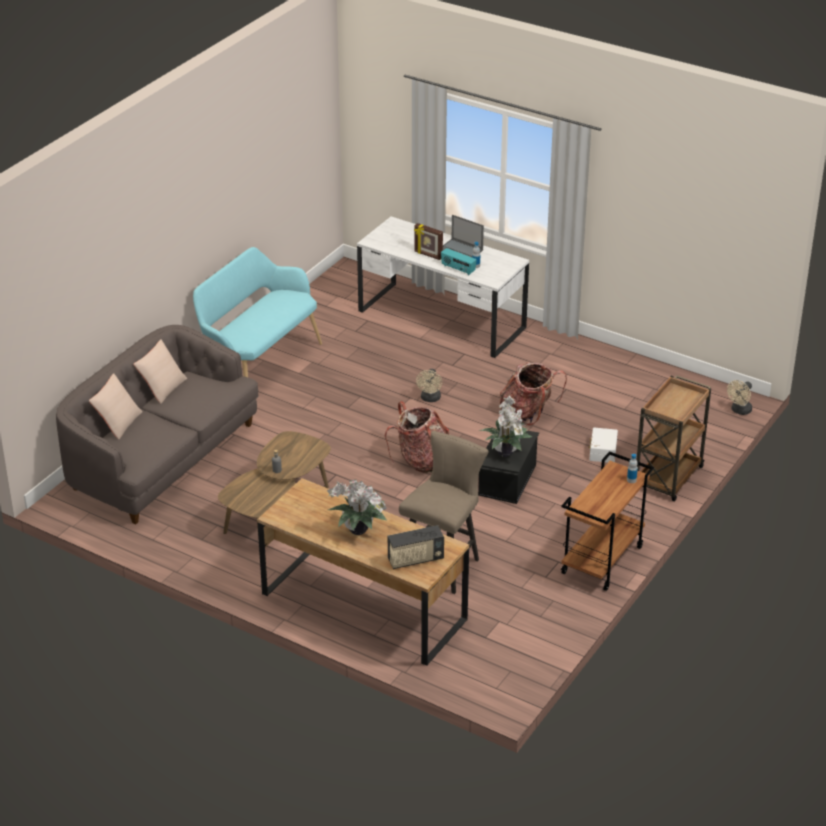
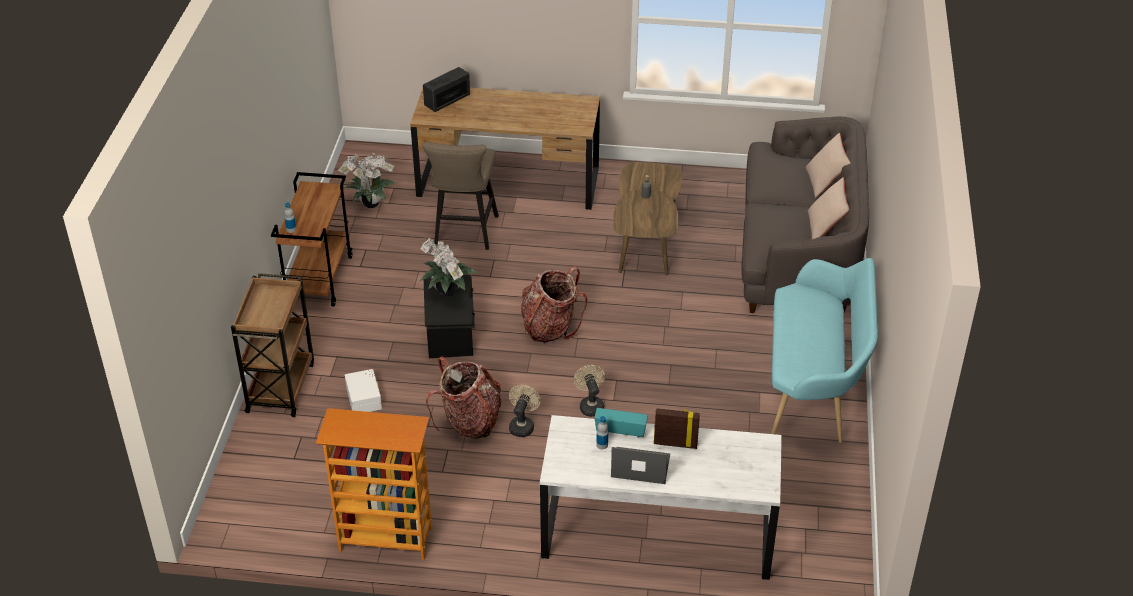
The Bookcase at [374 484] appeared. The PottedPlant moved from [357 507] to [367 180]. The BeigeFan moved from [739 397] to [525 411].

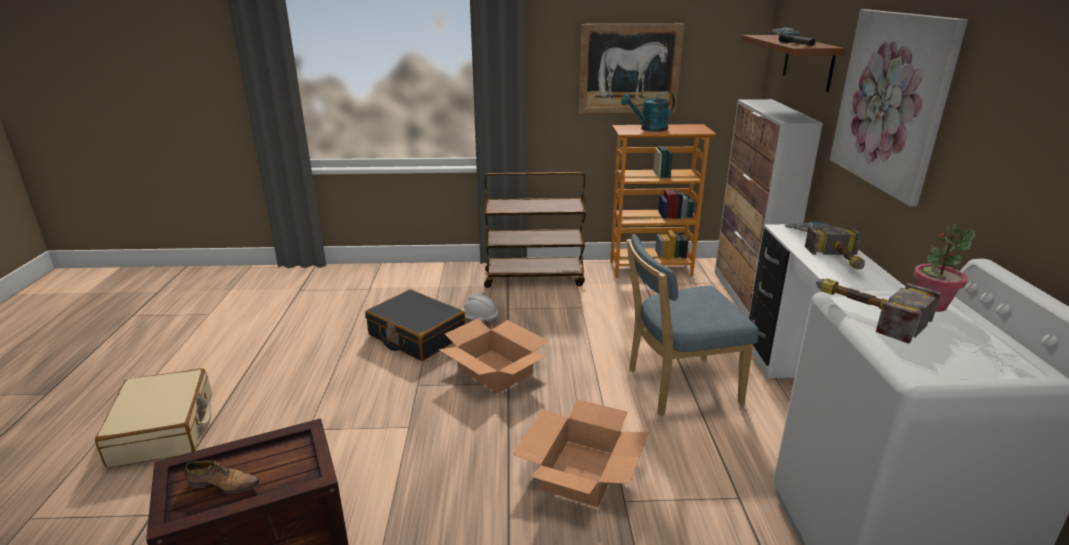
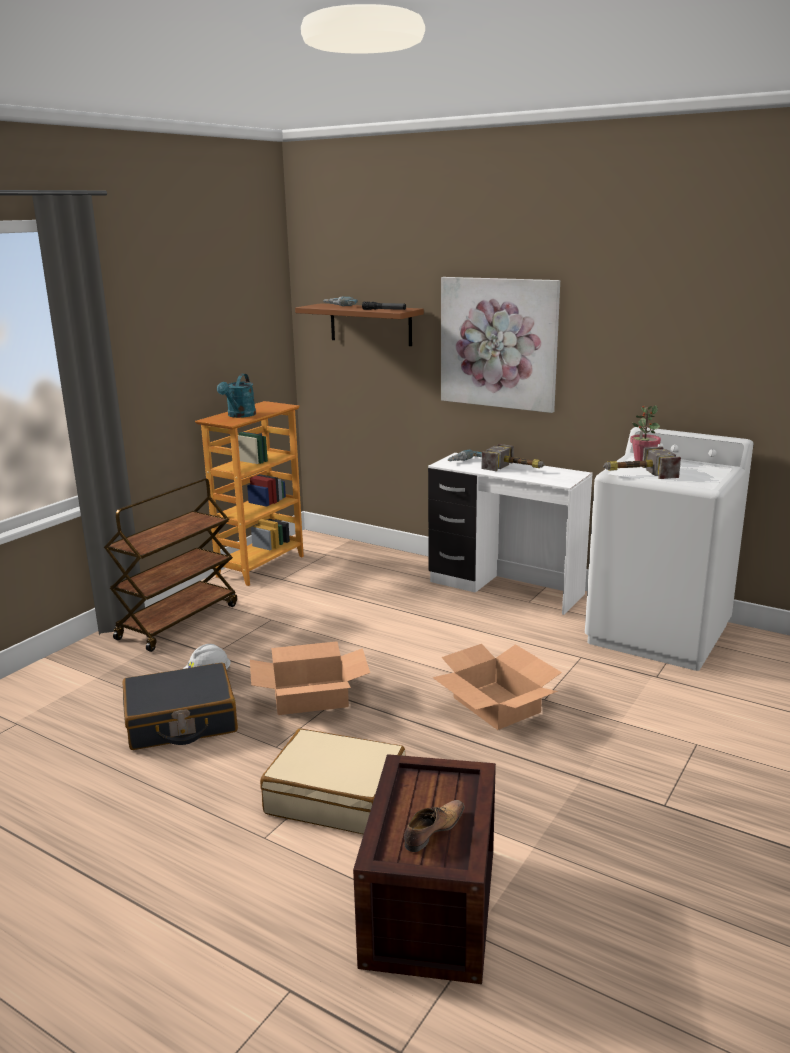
The Picture at [631 68] disappeared. The BlueChair at [692 325] disappeared. The Cabinet at [768 208] disappeared. The BeigeSuitcase moved from [153 418] to [333 781].

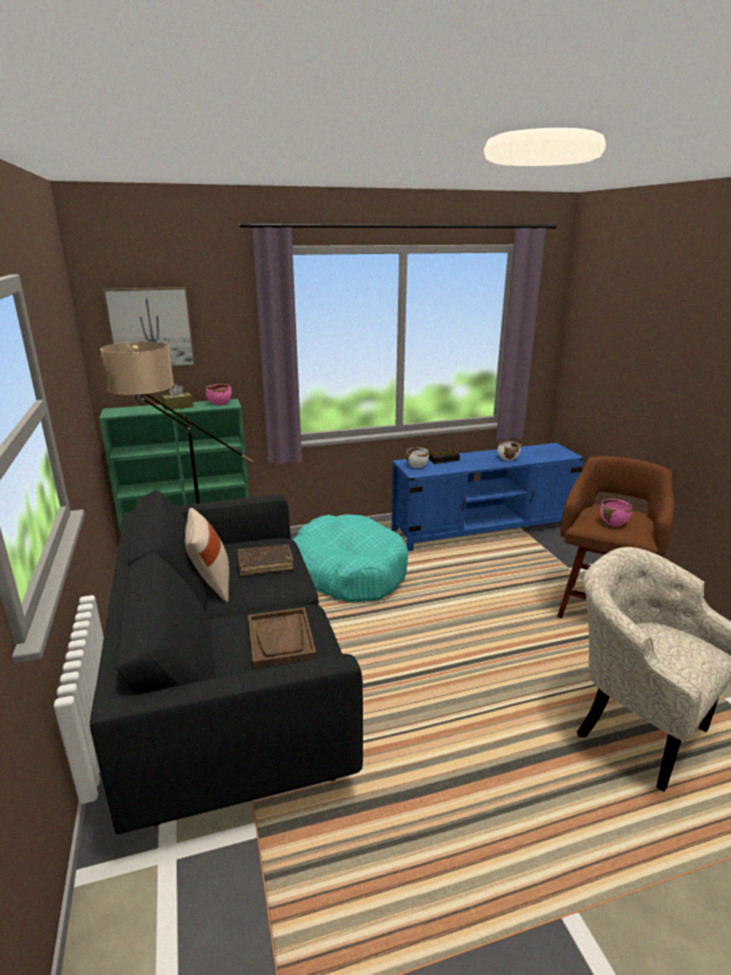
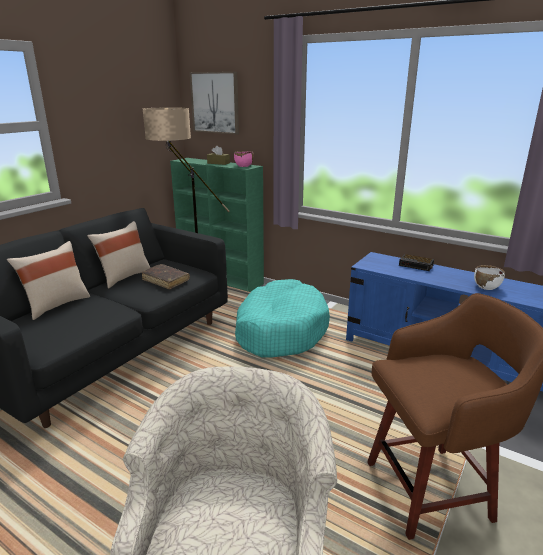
The BrownTray at [282 637] disappeared. The WhiteBowl at [417 457] disappeared. The PinkBowl at [616 512] disappeared. The BeigePillow at [48 280] appeared.

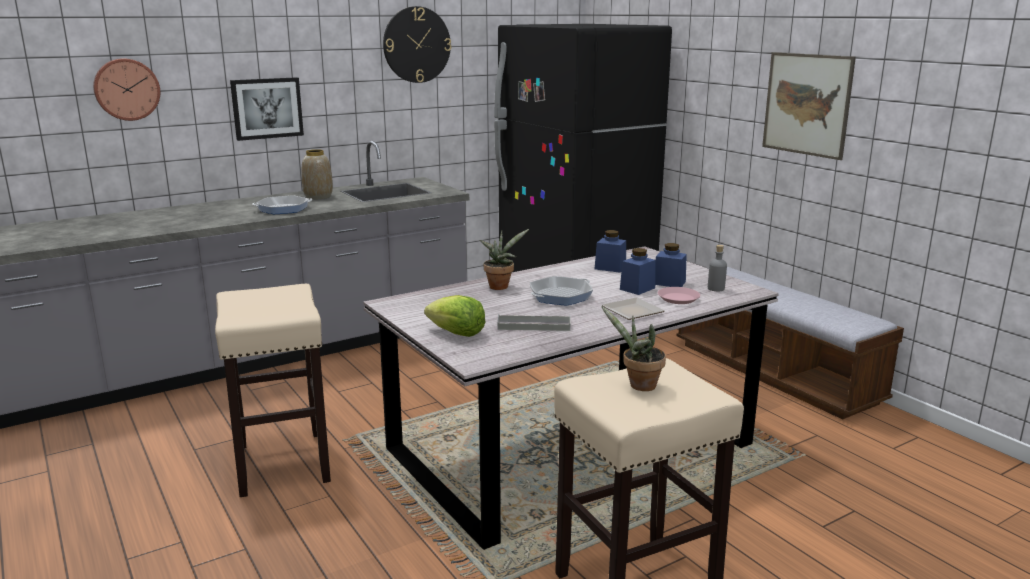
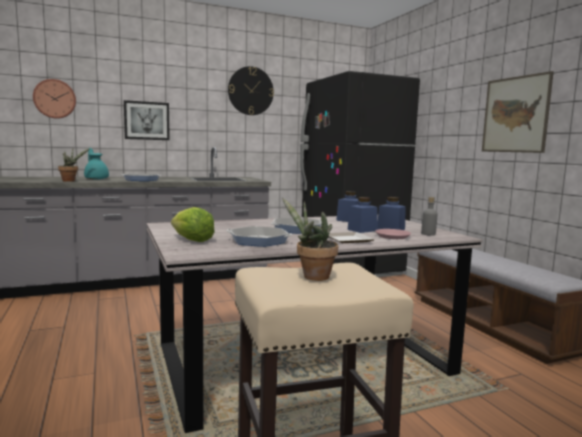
The BeigeStool at [273 390] disappeared. The Vase at [317 174] disappeared. The TurquoiseTeapot at [96 164] appeared. The PottedPlant moved from [504 259] to [74 165]. The GreyTray at [534 322] was replaced by the FryingPan at [259 236].

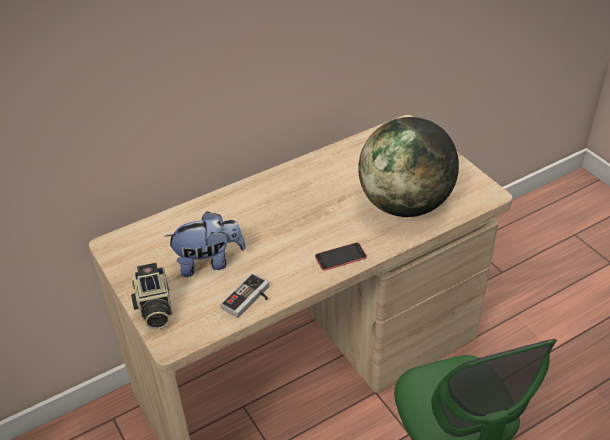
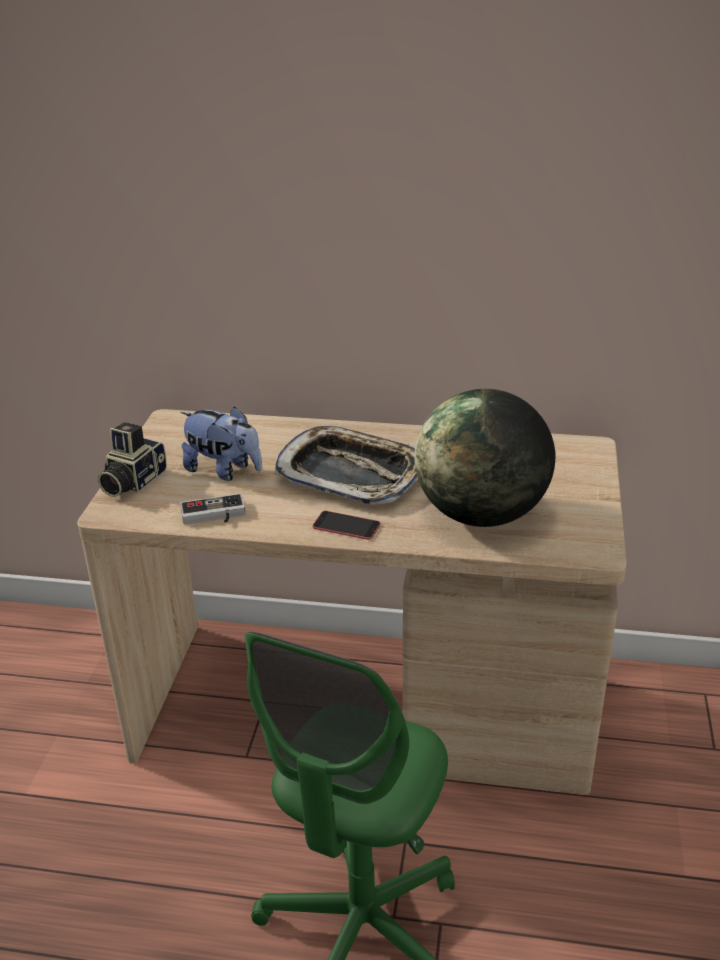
The Tray at [346 465] appeared.

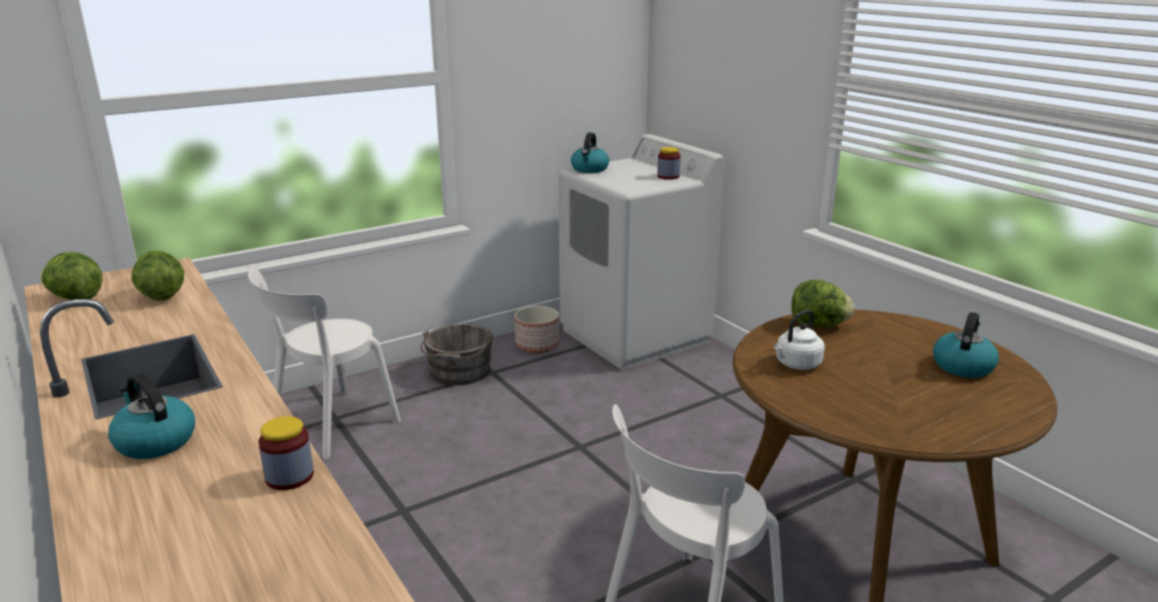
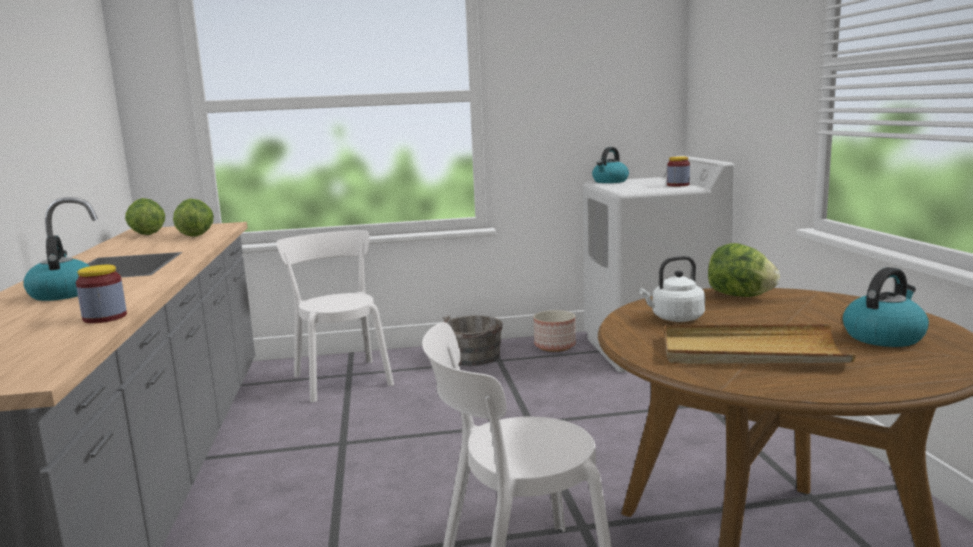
The BeigeTray at [760 344] appeared. The WhiteChair at [324 363] turned 90 degrees clockwise.

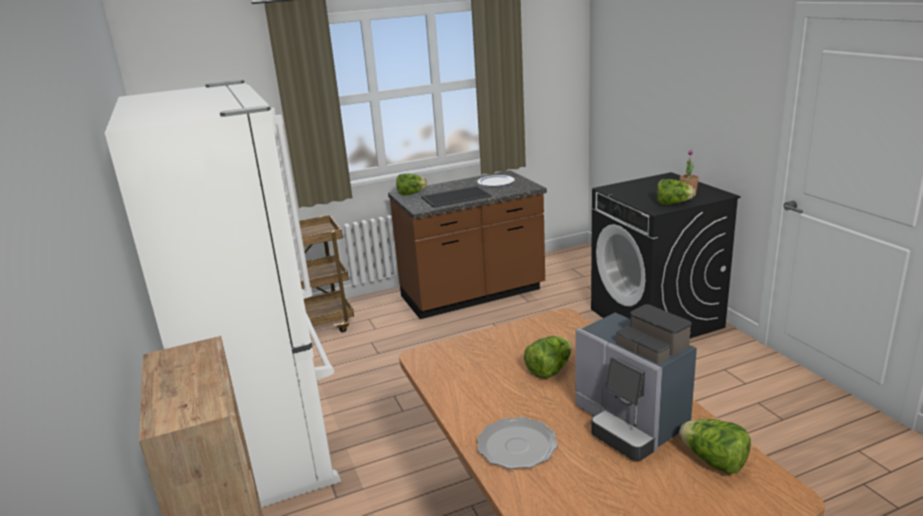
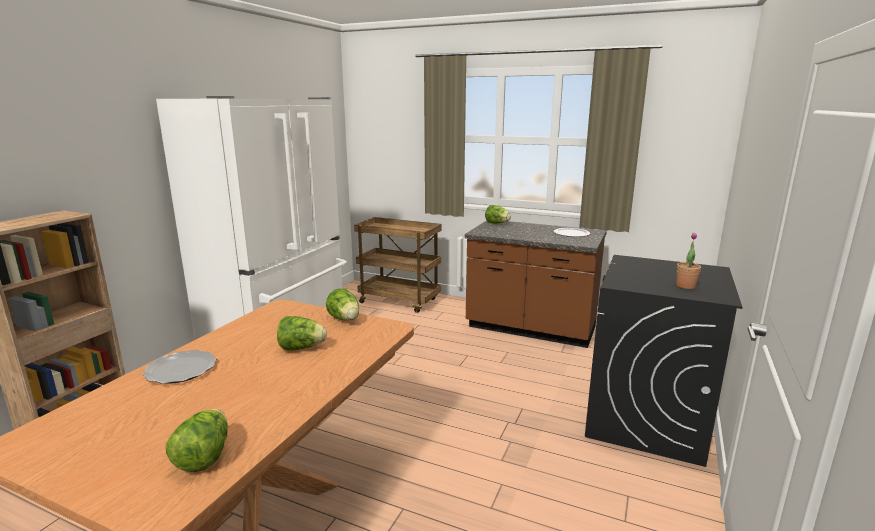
The Tray at [456 197] disappeared. The CoffeeMachine at [636 382] disappeared. The Lettuce moved from [676 192] to [342 304].

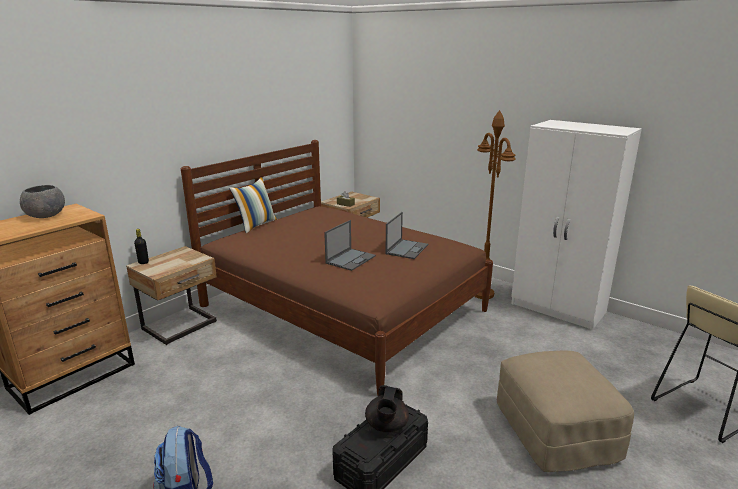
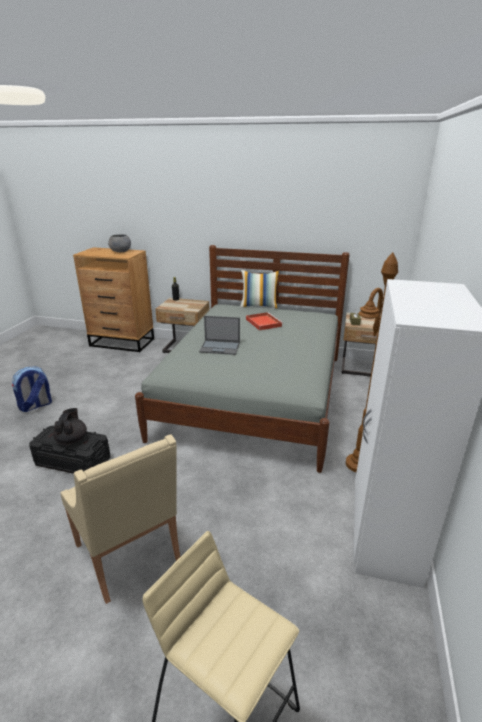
The Laptop at [406 235] disappeared. The RedTray at [264 321] appeared. The BeigeOttoman at [565 411] was replaced by the BeigeArmchair at [120 519]. The BrownBed at [337 268] became the GreyBed at [242 359]. The BlackTeapot at [387 408] turned 105 degrees clockwise.

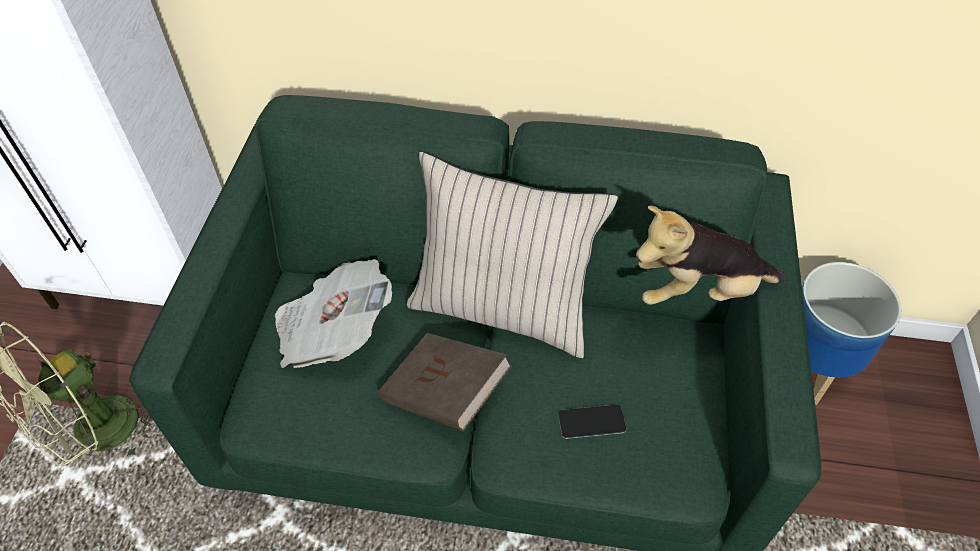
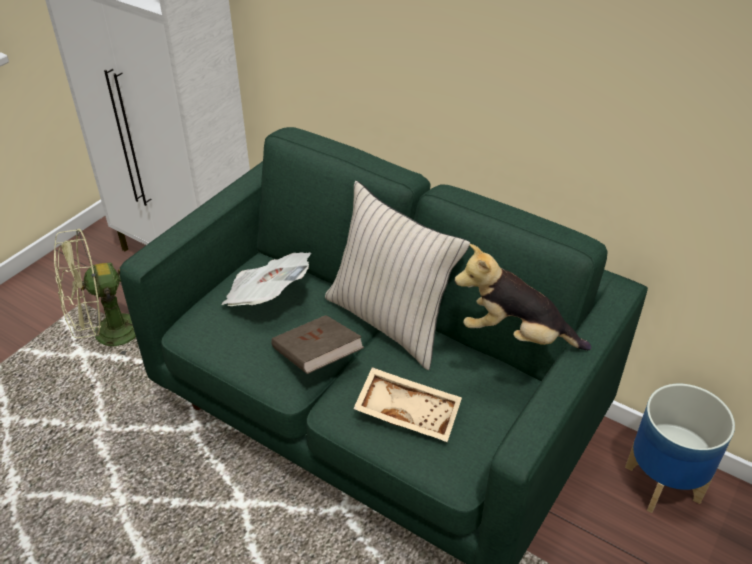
The Phone at [592 422] was replaced by the BeigeTray at [407 404].

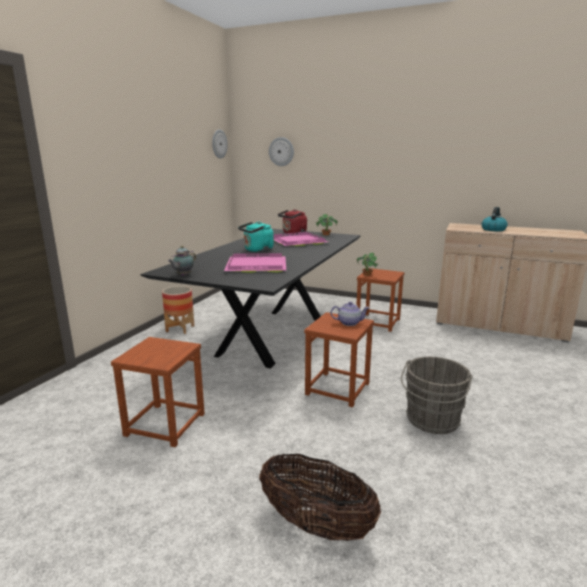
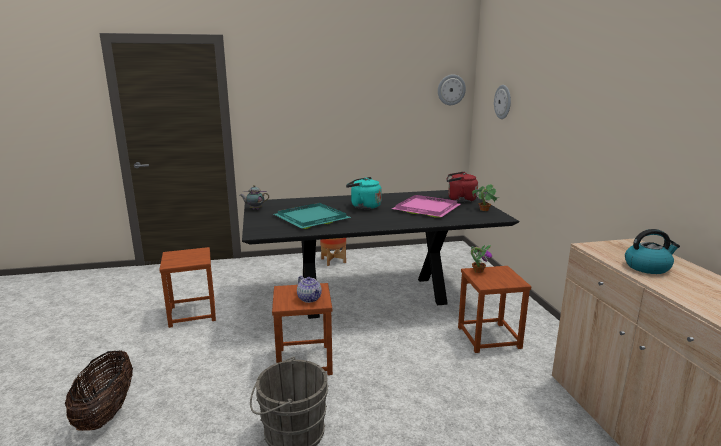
The PinkTray at [255 263] became the TurquoiseTray at [312 216].

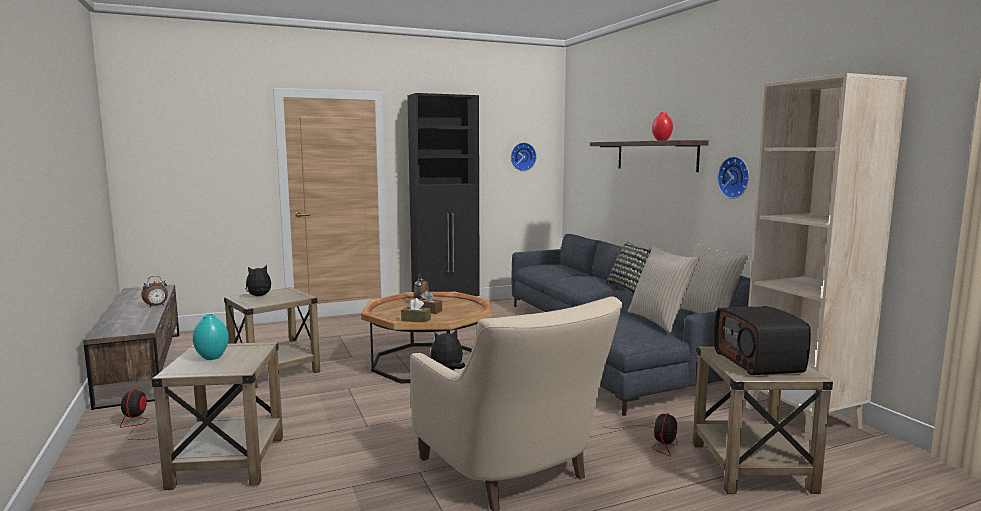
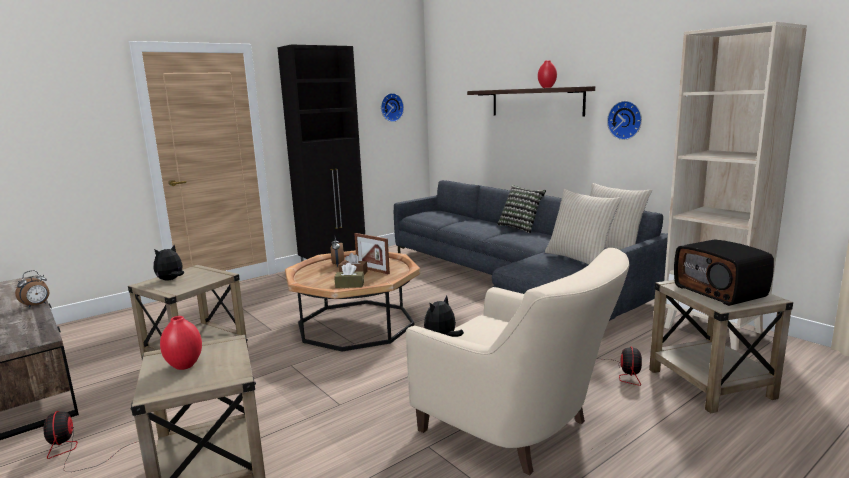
The PictureFrame at [372 253] appeared. The TurquoiseVase at [211 337] became the RedVase at [181 343].

